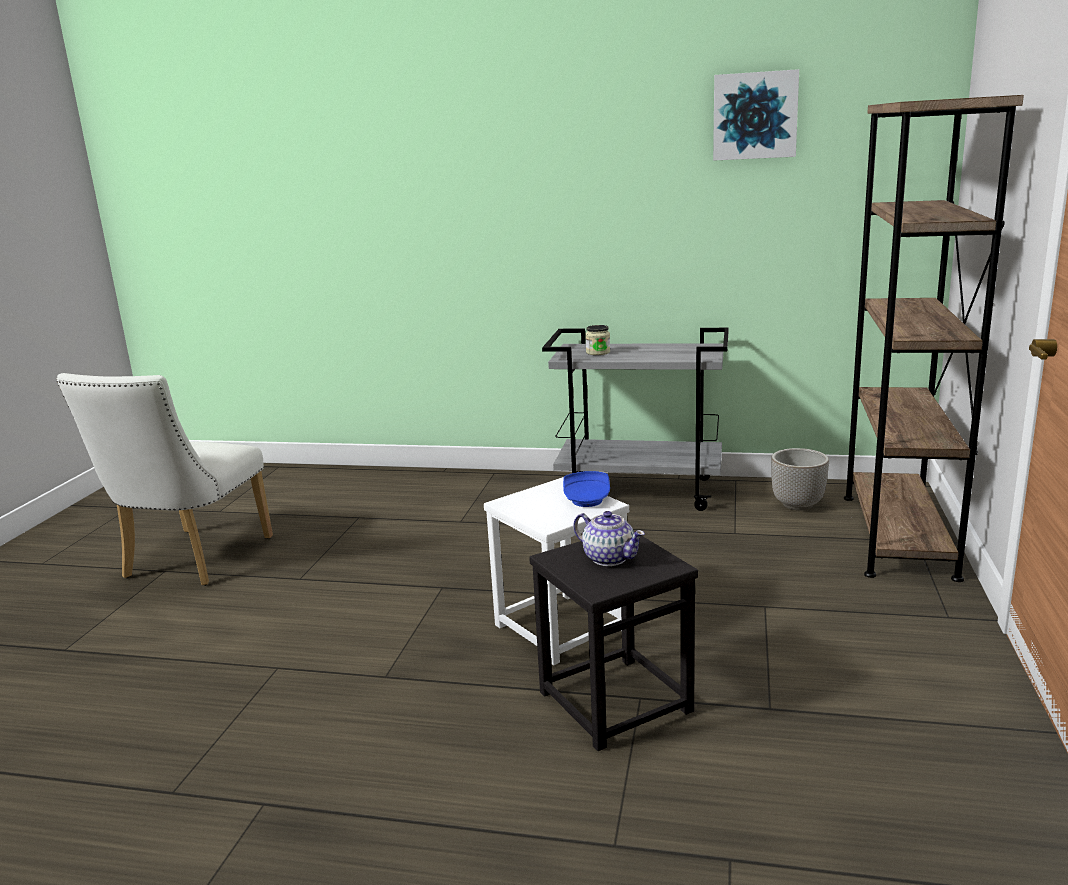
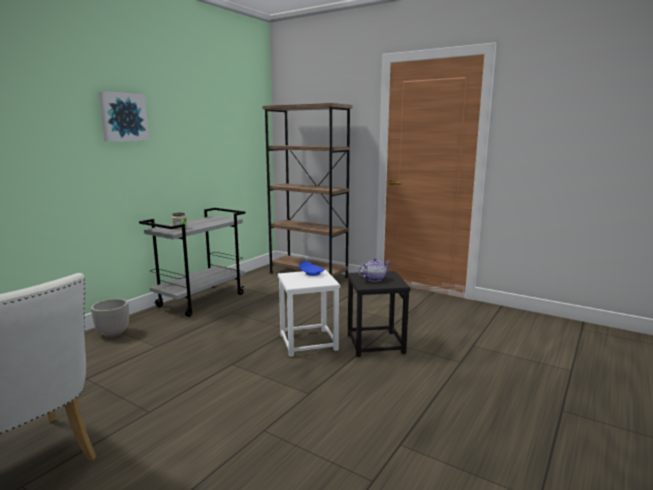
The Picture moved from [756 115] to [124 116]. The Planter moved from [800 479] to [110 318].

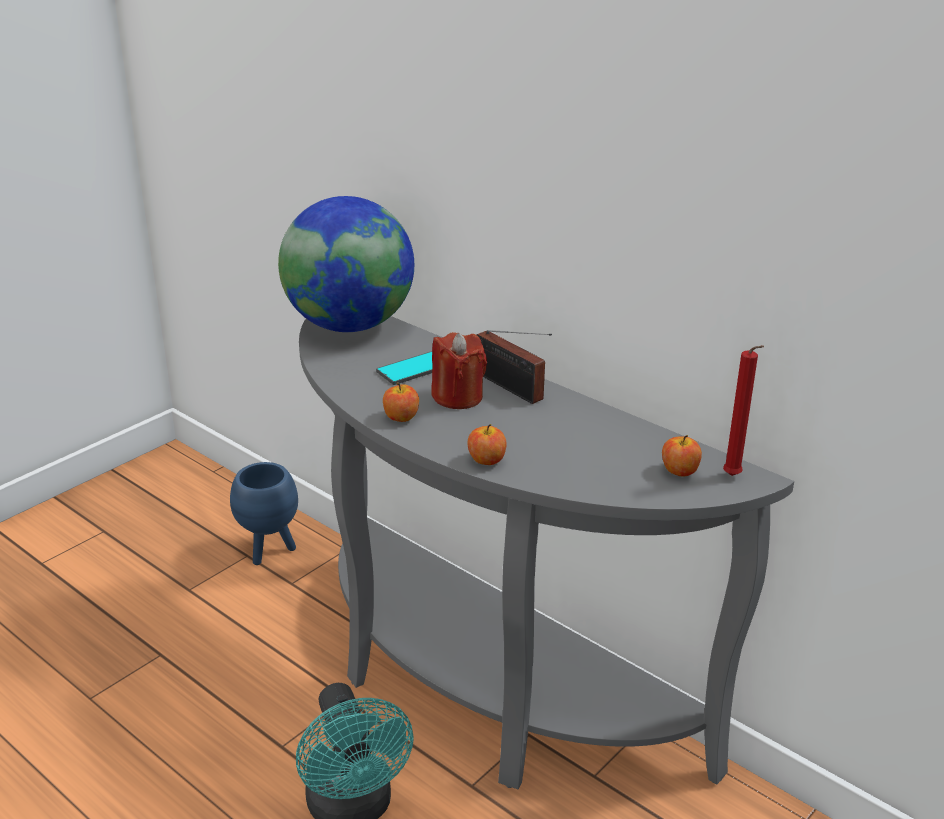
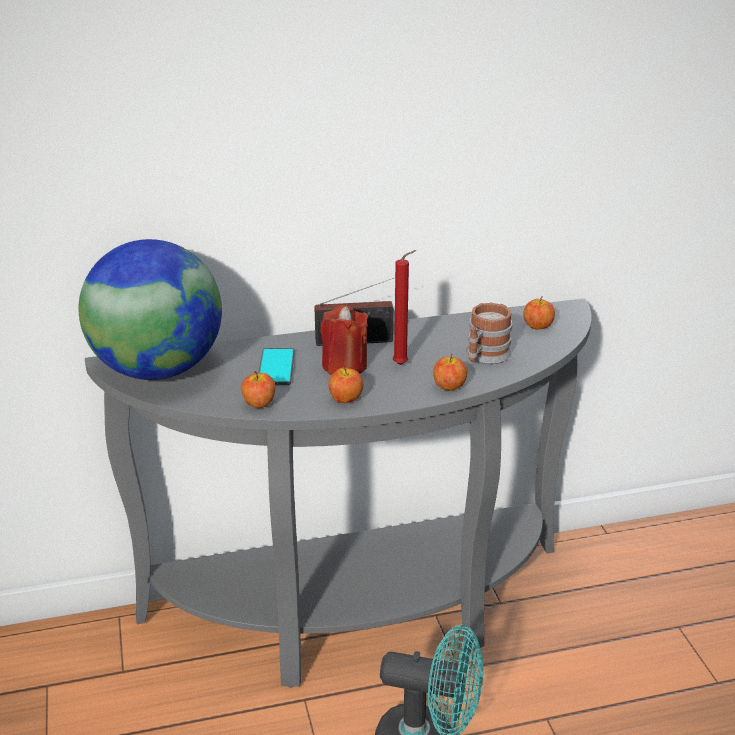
The BluePlanter at [264 513] disappeared. The Apple at [258 389] appeared. The Mug at [489 333] appeared. The RedCandle moved from [743 410] to [405 307].

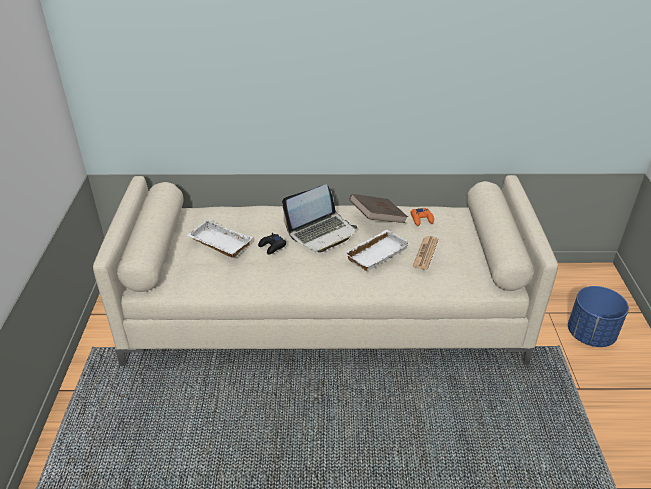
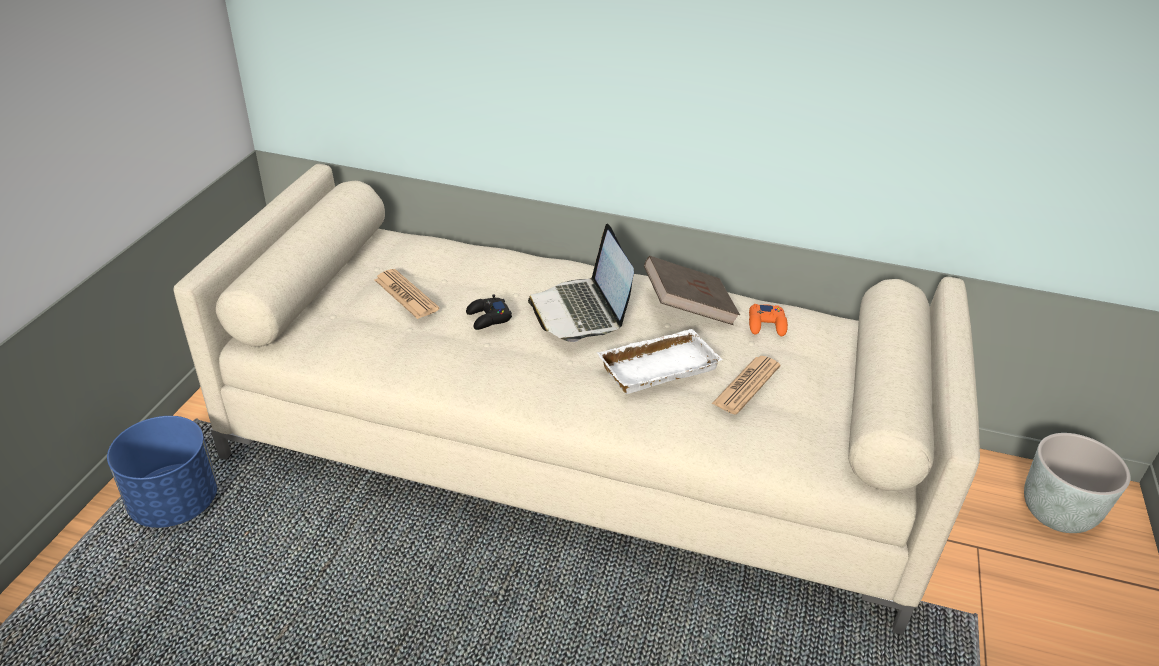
The GreyPlanter at [1077 483] appeared. The BluePlanter moved from [598 316] to [162 472]. The WhiteTray at [220 238] was replaced by the Newspaper at [407 294]. The Laptop at [319 219] turned 90 degrees clockwise.

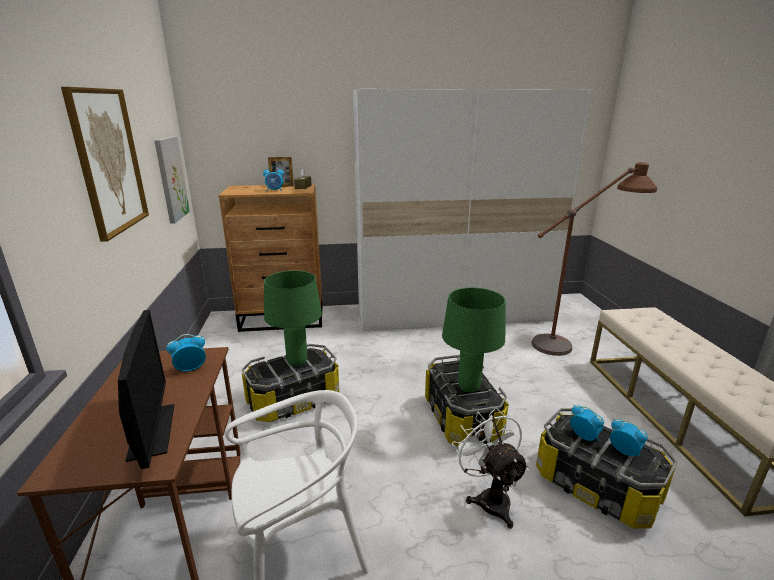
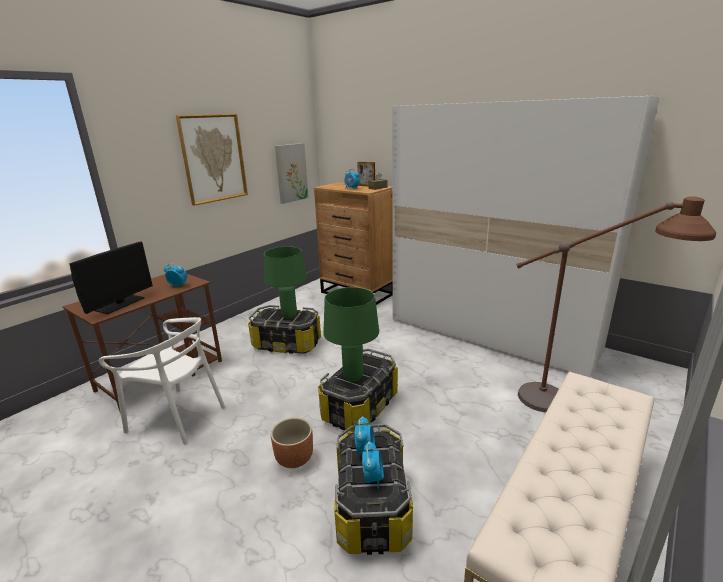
The WhiteFan at [490 468] was replaced by the BrownPlanter at [292 442].

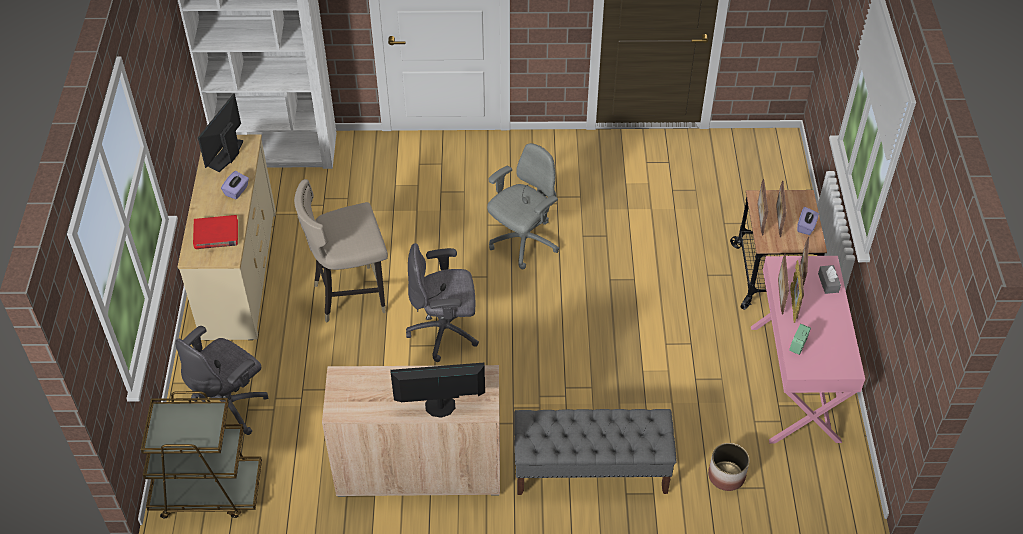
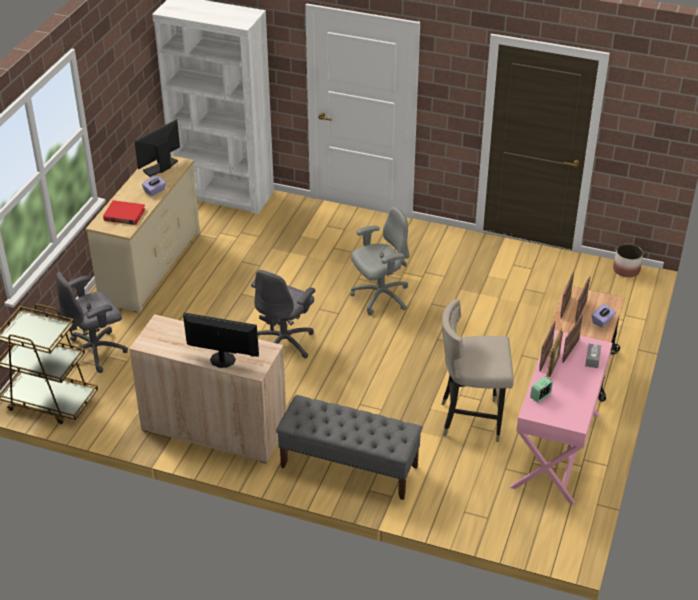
The BeigeStool moved from [341 251] to [477 370]. The Planter moved from [728 467] to [628 260]. The GreyOfficeChair at [442 302] turned 75 degrees counterclockwise.

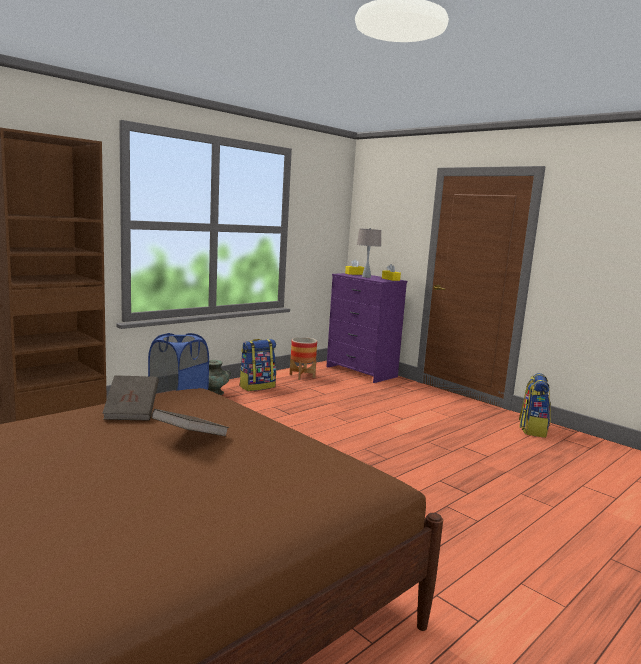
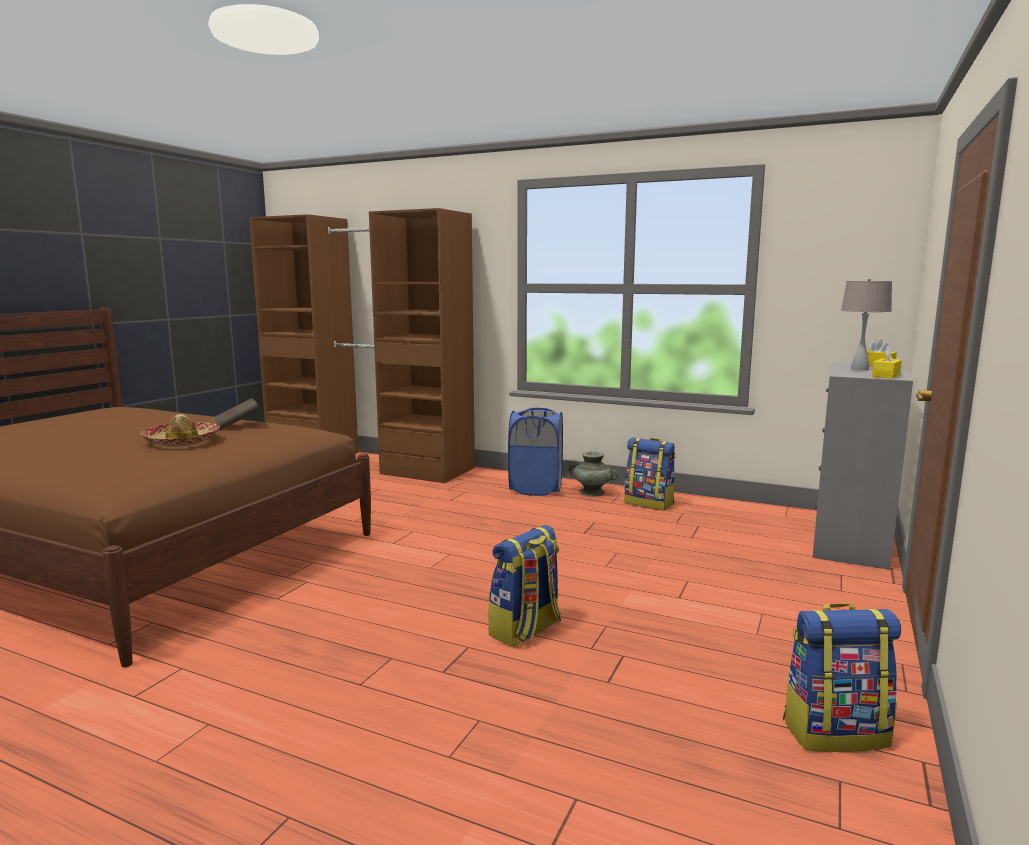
The Planter at [303 358] disappeared. The Backpack at [524 586] appeared. The BrownBook at [190 423] was replaced by the Hat at [180 430]. The PurpleDresser at [367 328] became the GreyDresser at [862 466].

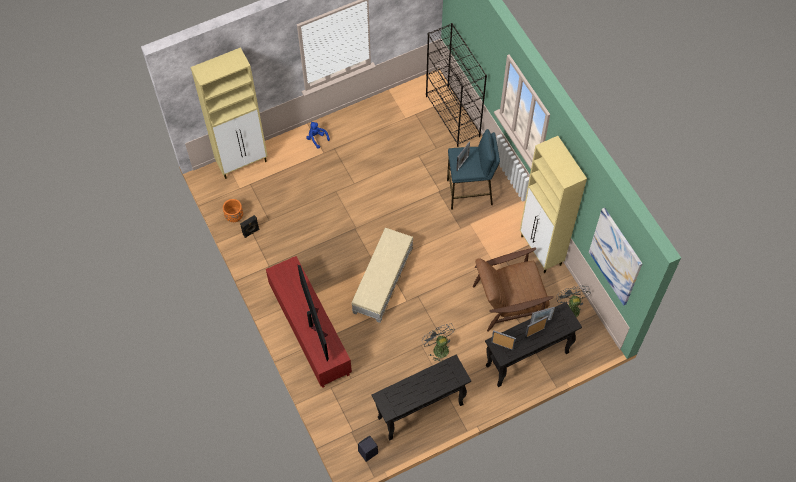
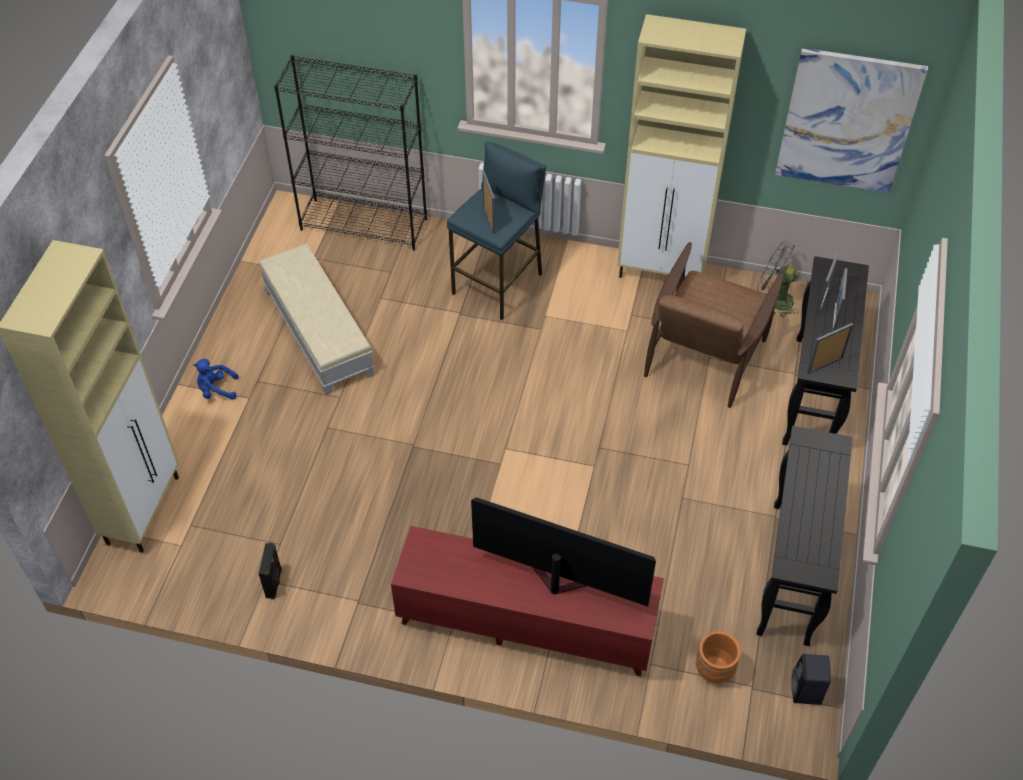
The GreyFan at [438 342] disappeared. The OrangePlanter moved from [233 210] to [718 657]. The BeigeOttoman moved from [382 275] to [316 319].

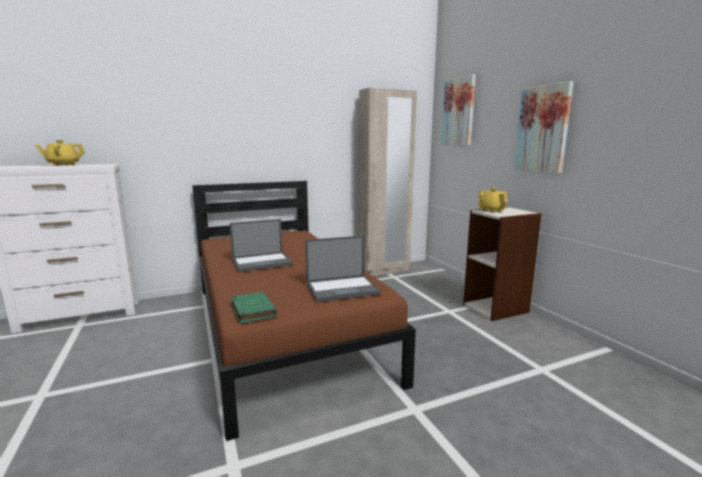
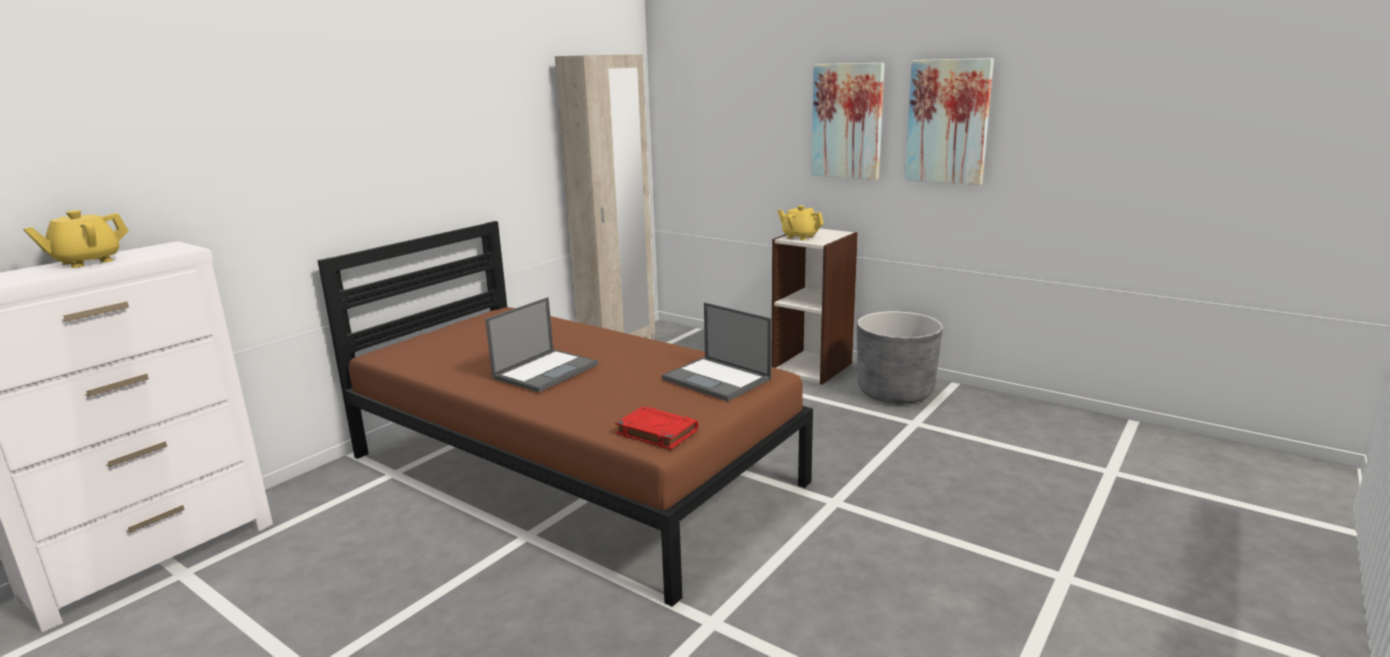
The GreyPlanter at [900 357] appeared. The Picture moved from [458 109] to [949 121]. The GreenBook at [254 307] became the RedBook at [657 427]. The Laptop at [343 269] turned 90 degrees clockwise.

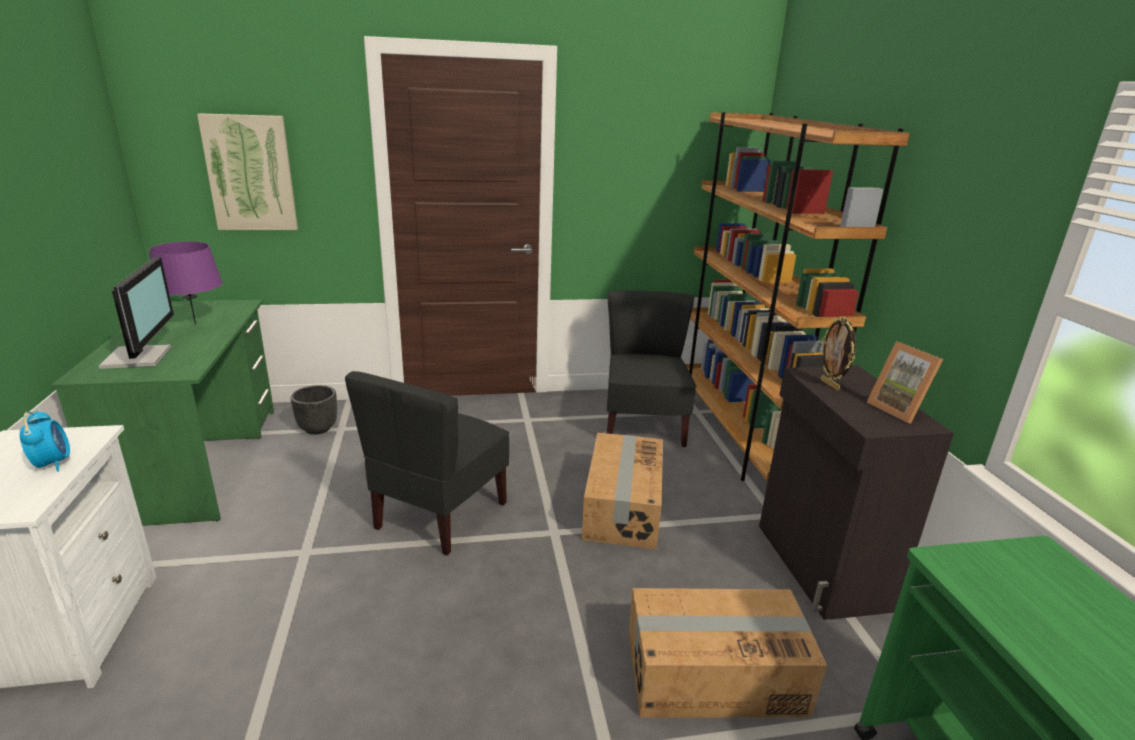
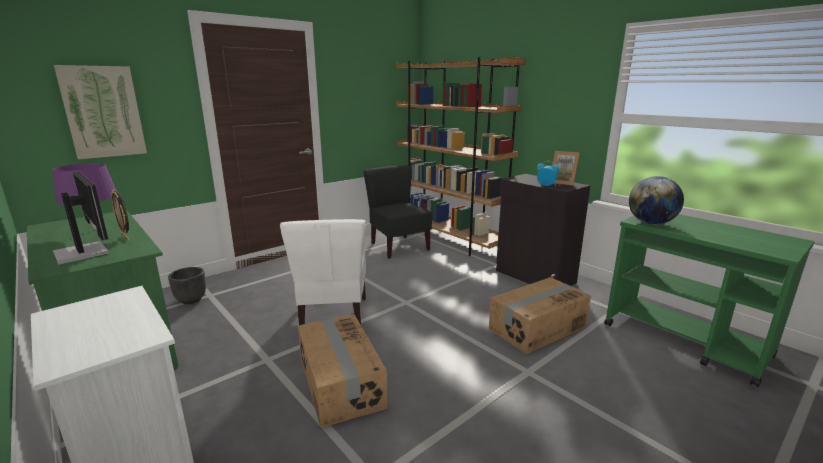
The Globe at [656 200] appeared. The AlarmClock moved from [45 441] to [548 173]. The CardboardBox moved from [622 491] to [342 371]. The PictureFrame moved from [838 353] to [120 215]. The BlackChair at [427 463] became the WhiteChair at [323 272].

